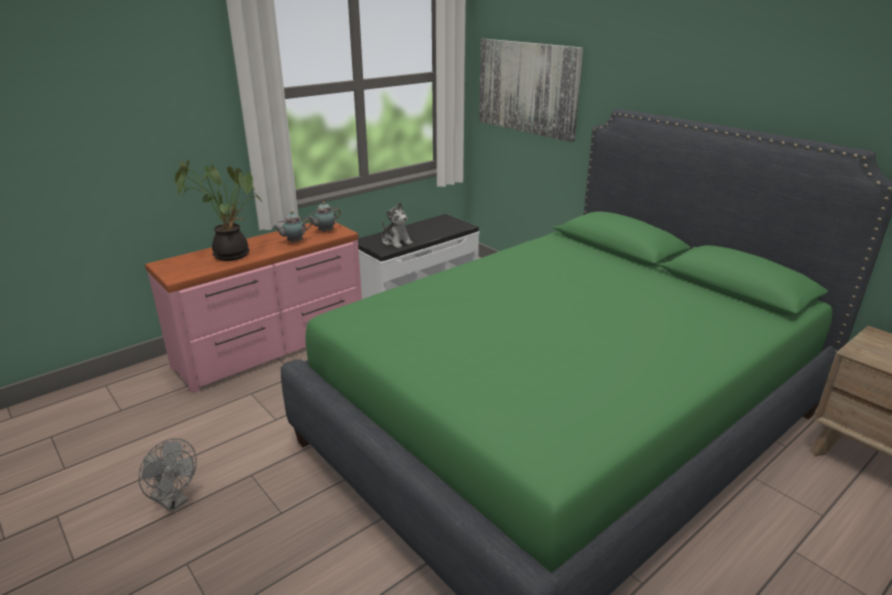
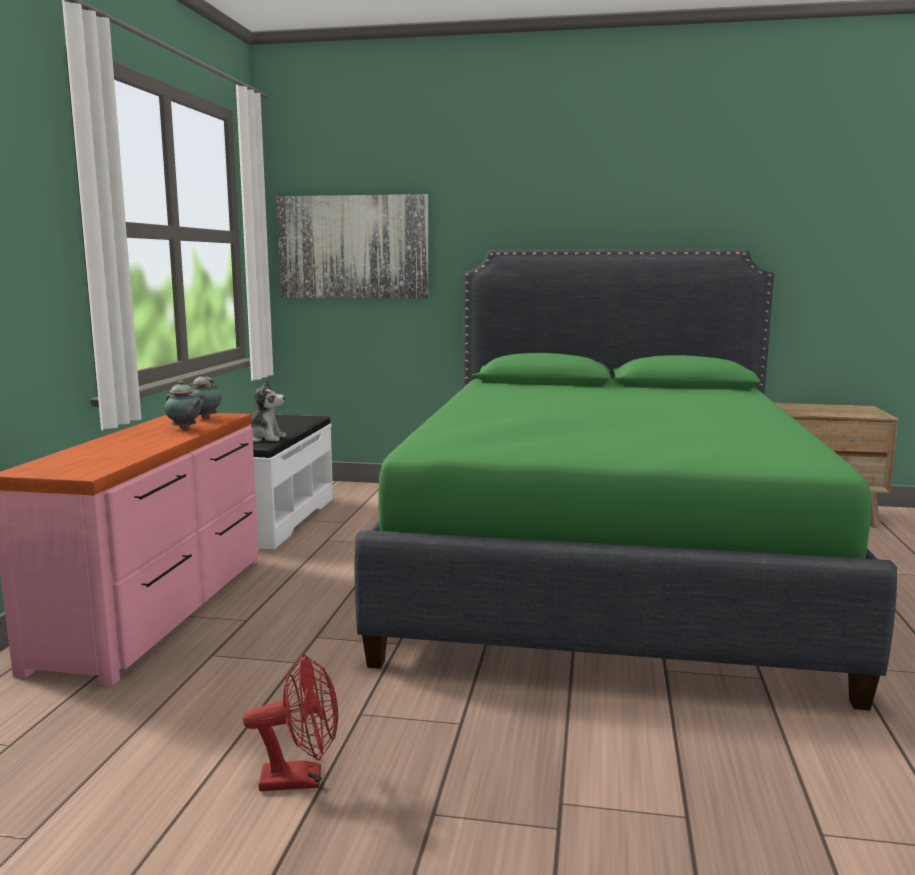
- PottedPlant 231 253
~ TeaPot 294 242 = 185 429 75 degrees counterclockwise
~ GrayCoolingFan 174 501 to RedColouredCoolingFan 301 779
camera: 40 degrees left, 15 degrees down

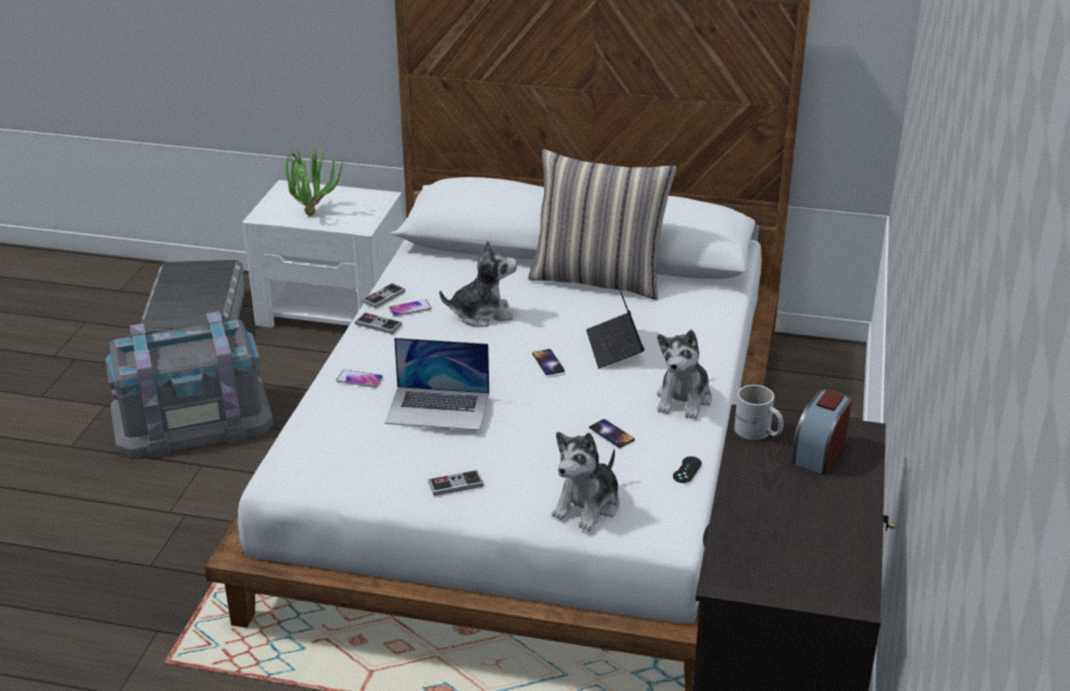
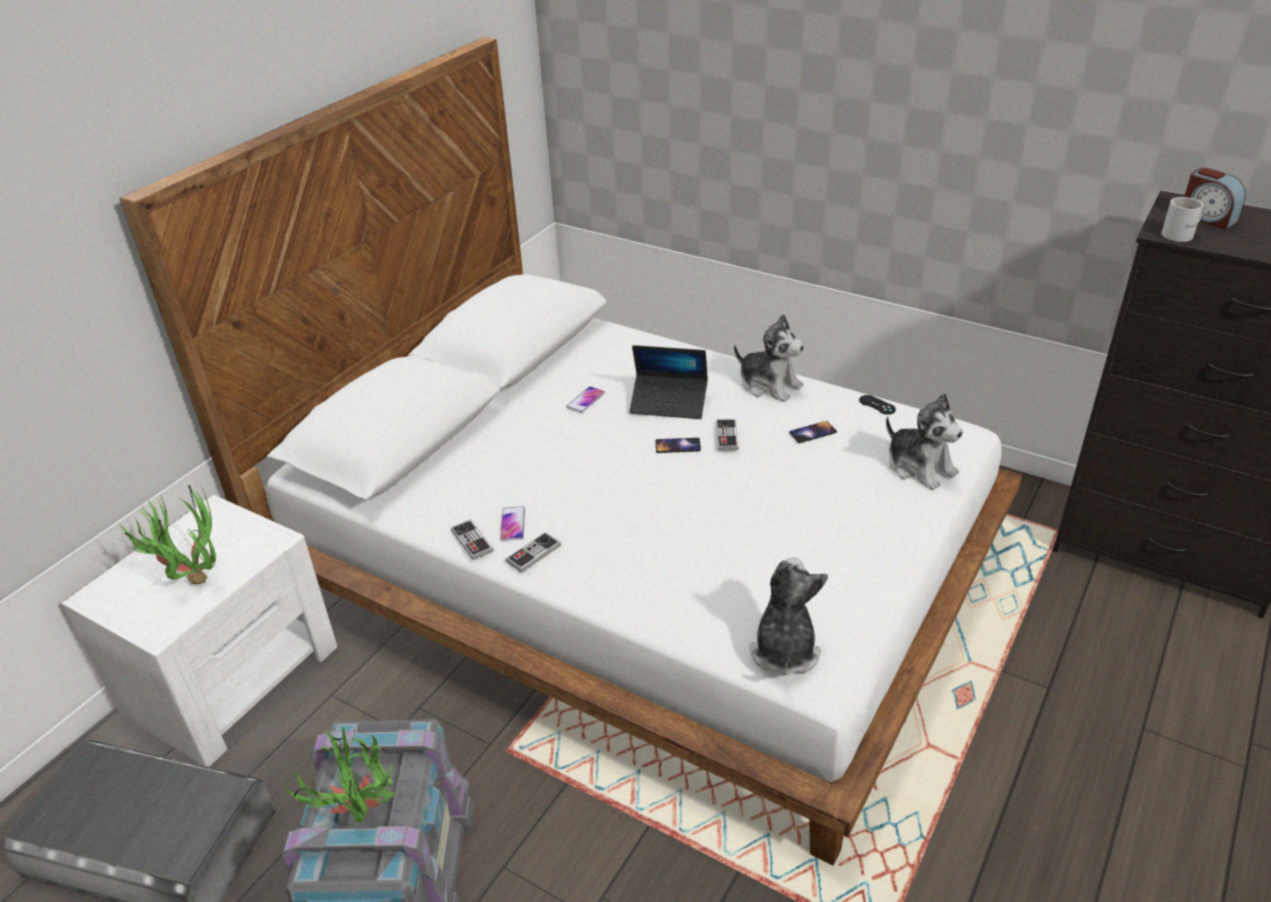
- Cushion 599 279
~ PlushToy 482 314 to 784 650
- Laptop 438 408
~ Handset 359 379 to 586 400
~ GameController 455 484 to 727 436
+ PottedPlant 363 821
camera: 70 degrees left, 5 degrees up

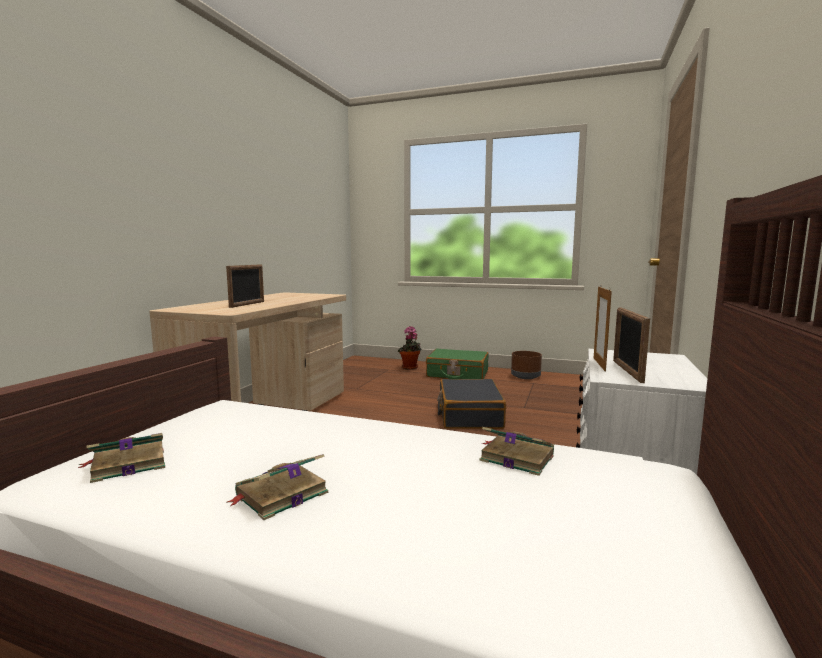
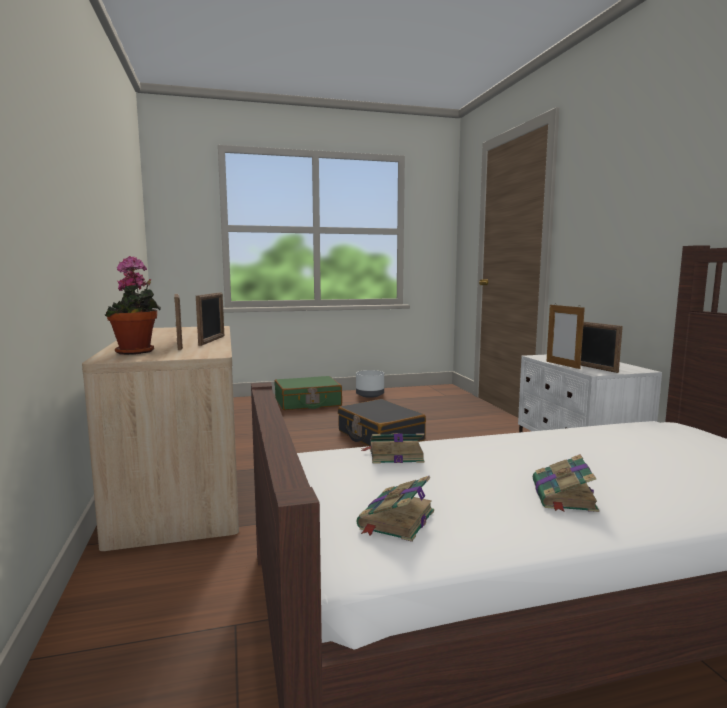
~ PottedPlant 410 368 to 137 352
~ BrownPlantPot 526 376 to WhitishPlantPot 370 395
~ Volume 515 457 to 394 455
+ PictureFrame 212 341
camera: 35 degrees left, 0 degrees up

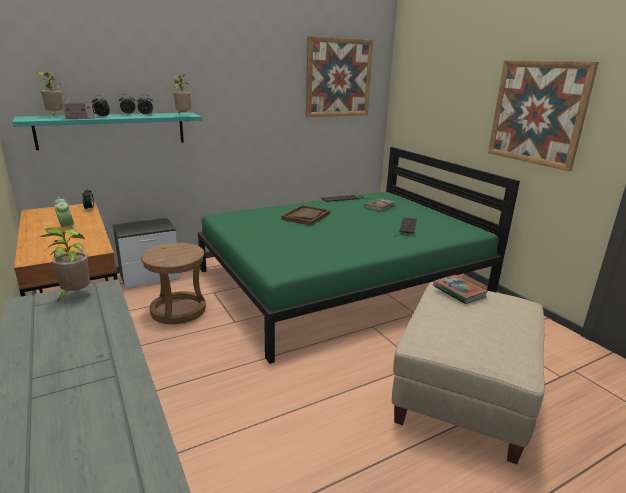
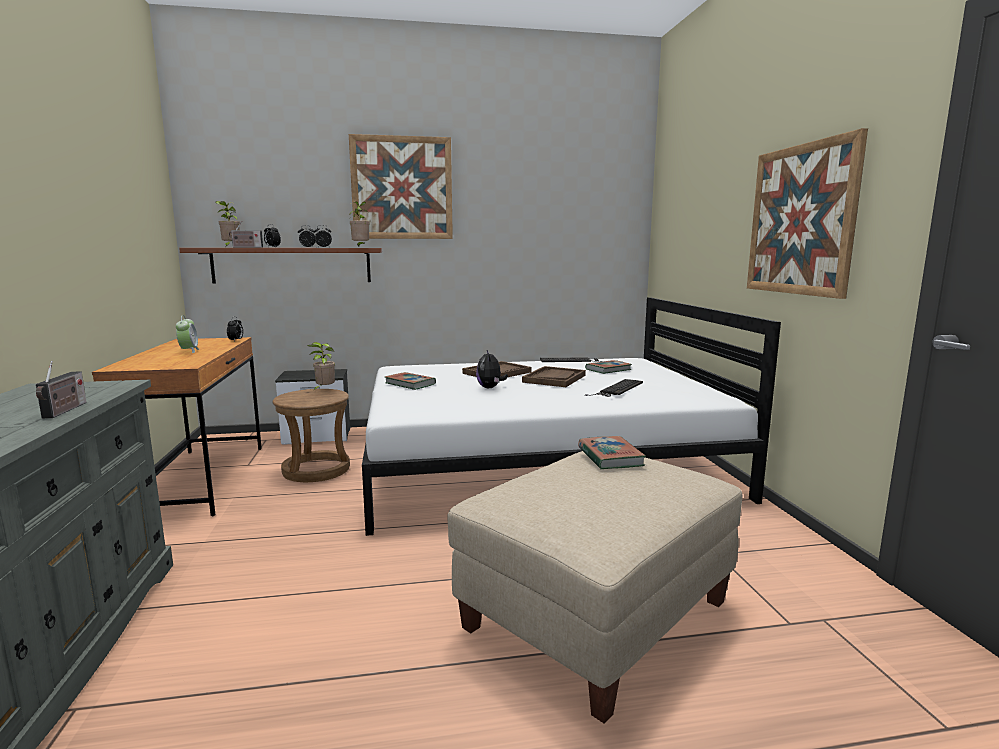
~ Picture 338 78 to 402 188
~ TurquoiseBracketShelf 112 130 to BrownBracketShelf 292 265
~ GreenColouredBed 343 281 to WhitishBed 540 464
~ PottedPlant 74 295 to 324 390
+ PlushToy 490 388
+ RadioReceiver 64 411
+ BrownCarryingTray 554 378
+ Volume 410 384
camera: 20 degrees right, 10 degrees down

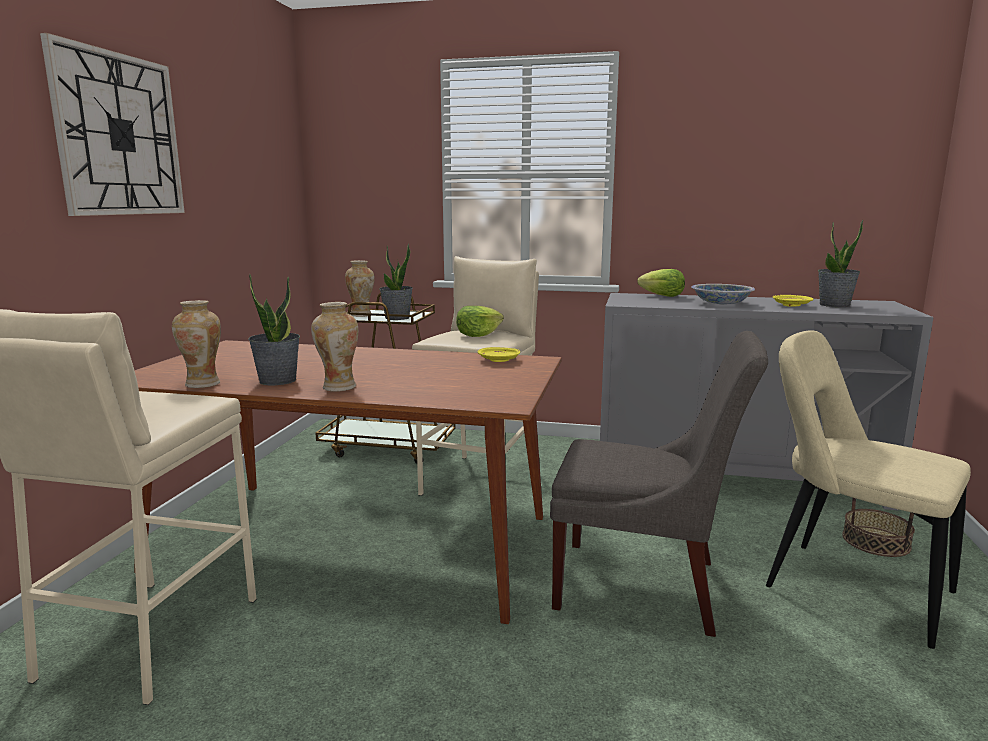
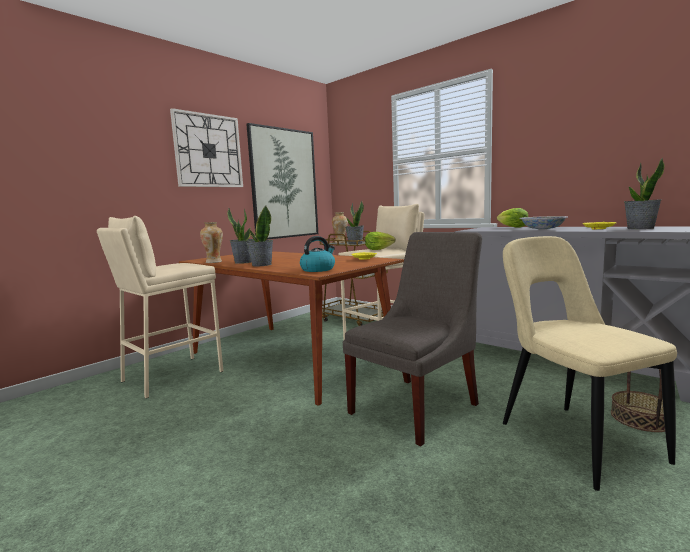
~ Vase 338 387 to PottedPlant 261 265
~ GrayChair 645 587 = 418 406 90 degrees counterclockwise
+ Picture 284 183
+ WaterKettle 318 269
camera: 30 degrees right, 5 degrees down

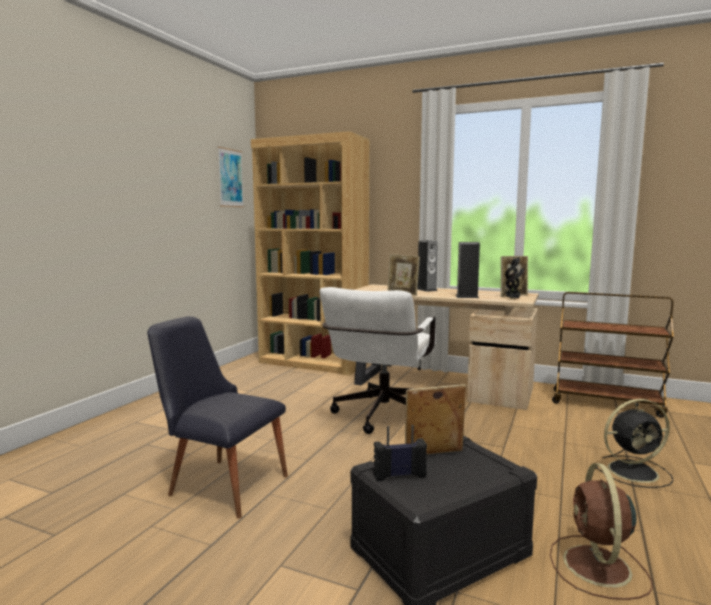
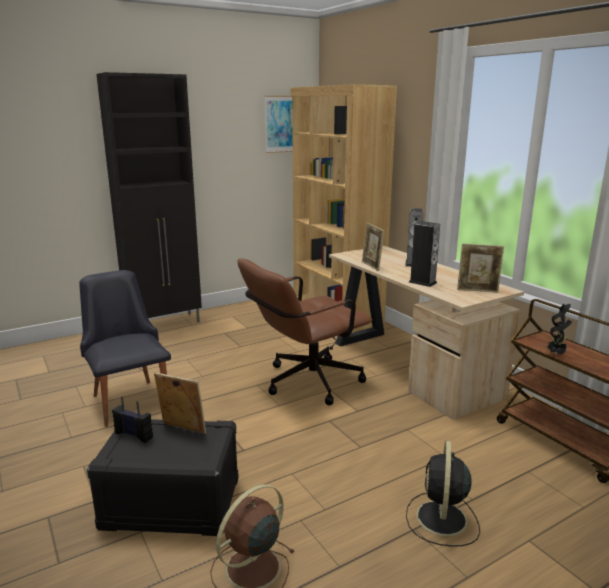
~ PottedPlant 513 299 to 556 354
~ WhitishDeskChair 380 417 to BrownDeskChair 305 383
~ BlackishCoolingFan 635 471 = 441 520 75 degrees clockwise
+ BlackishCupboard 165 324
camera: 35 degrees right, 10 degrees up

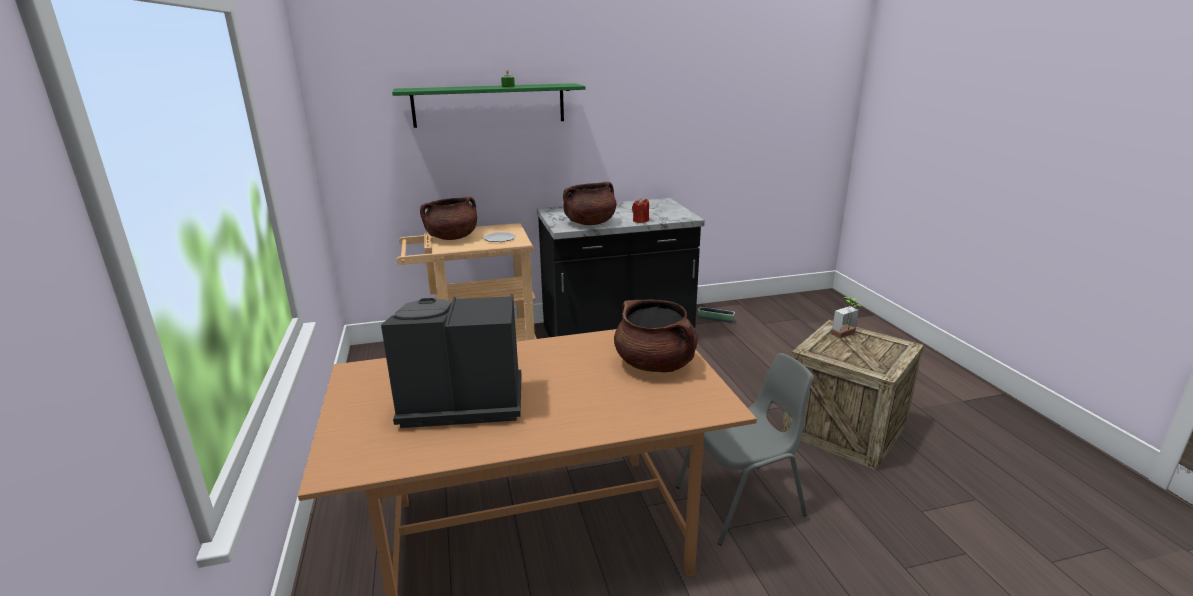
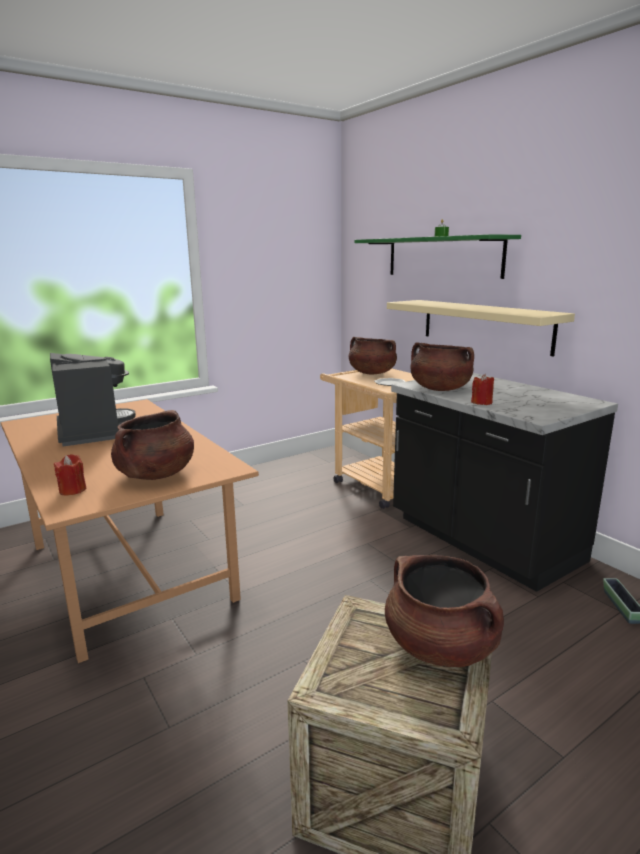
~ PottedPlant 847 335 to BrownStockpot 441 646
- GrayChair 742 501
+ SandColouredBracketShelf 484 325
+ RedColouredWaxLight 72 490
camera: 70 degrees right, 5 degrees down

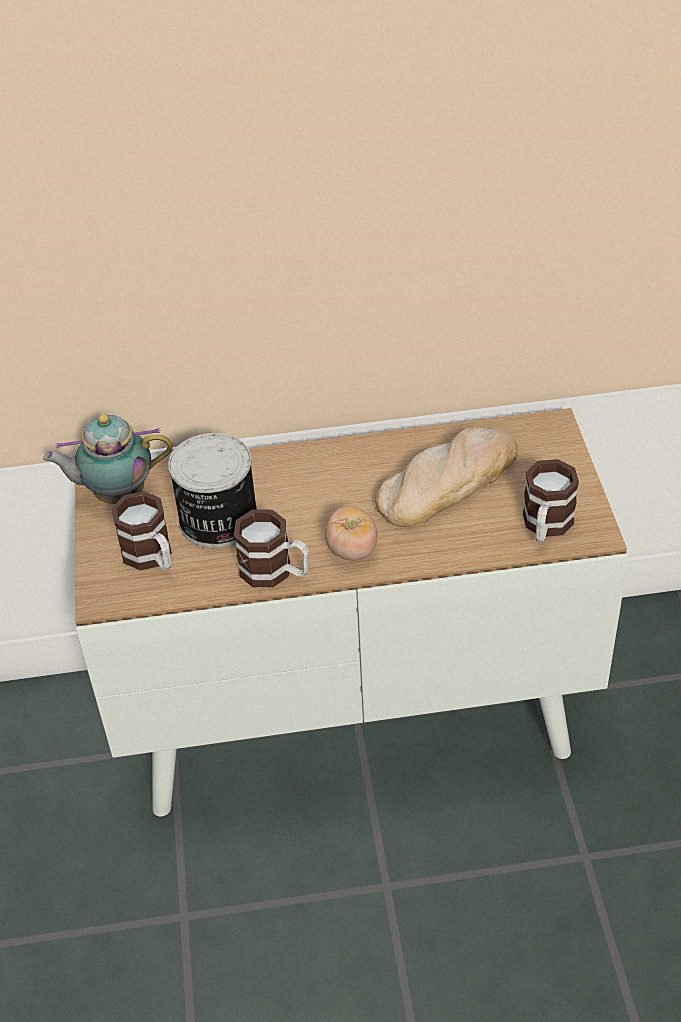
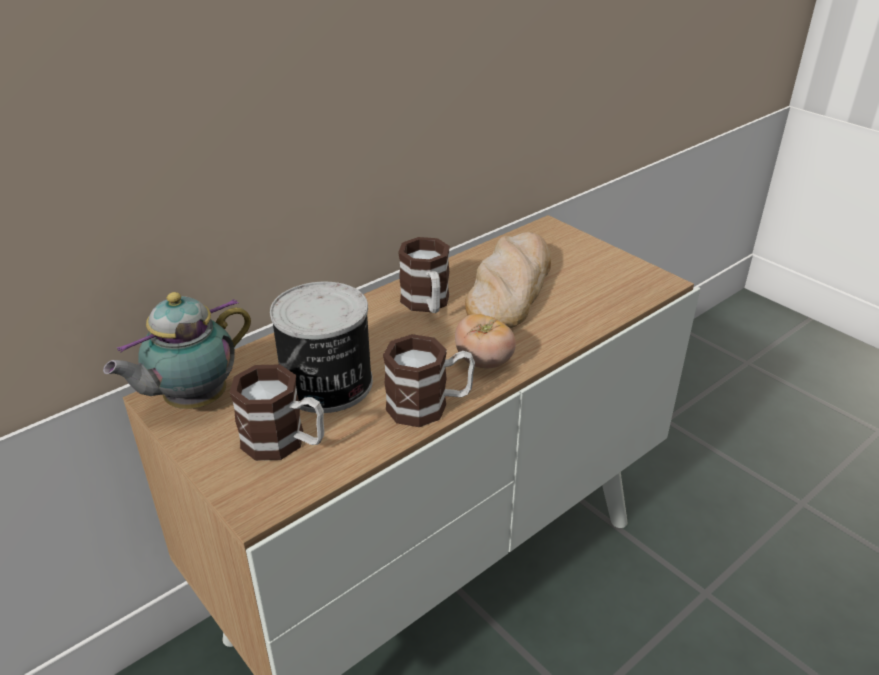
~ CoffeeMug 545 526 to 427 304
camera: 35 degrees left, 10 degrees down

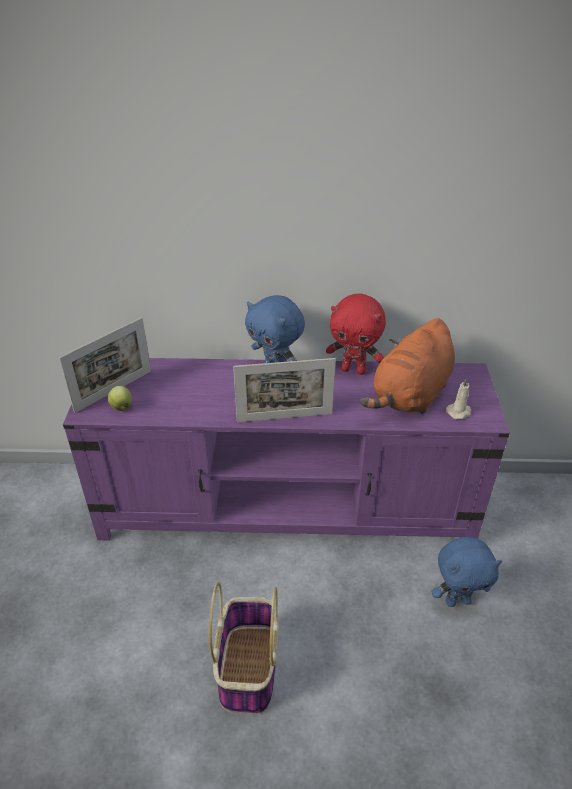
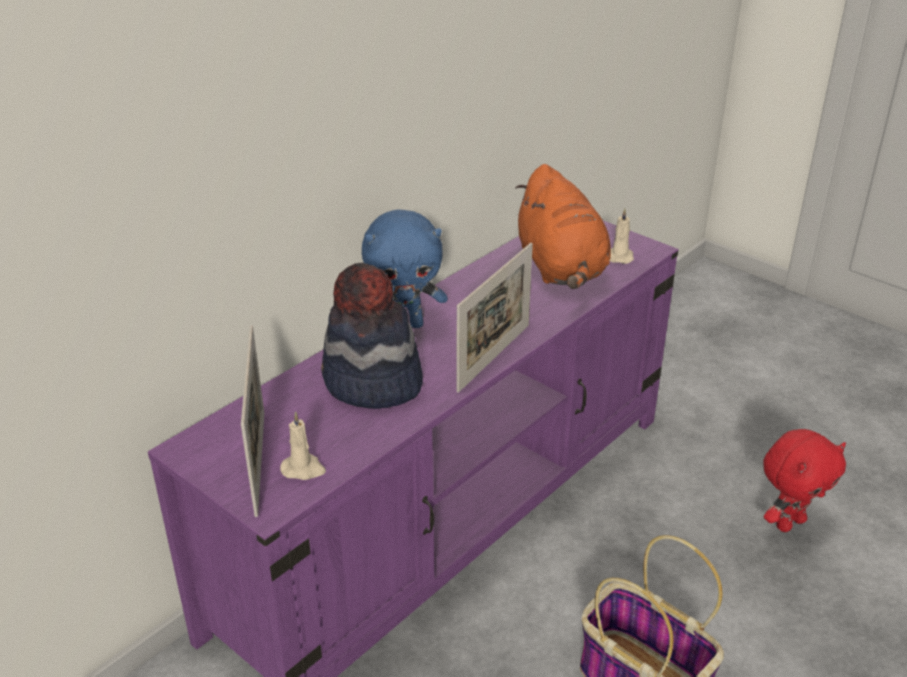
~ RedColouredPlushToy 354 370 to 789 522
~ Apple 121 407 to SandColouredWaxLight 303 469
- BluePlushToy 457 600
+ WearableHat 372 383
camera: 50 degrees left, 5 degrees down

